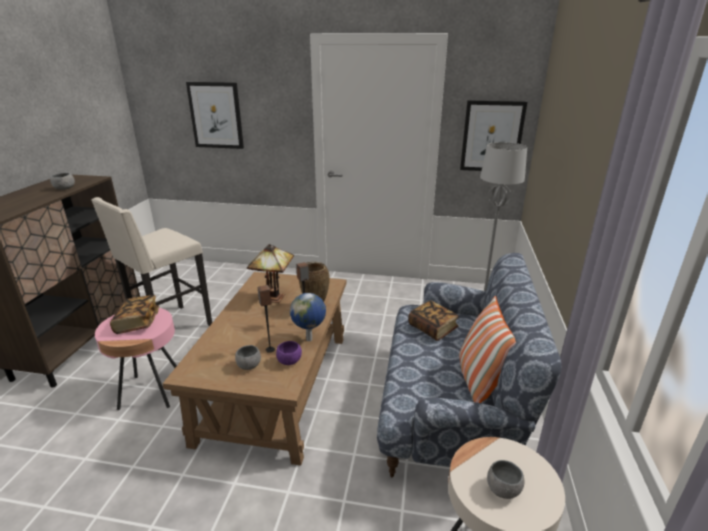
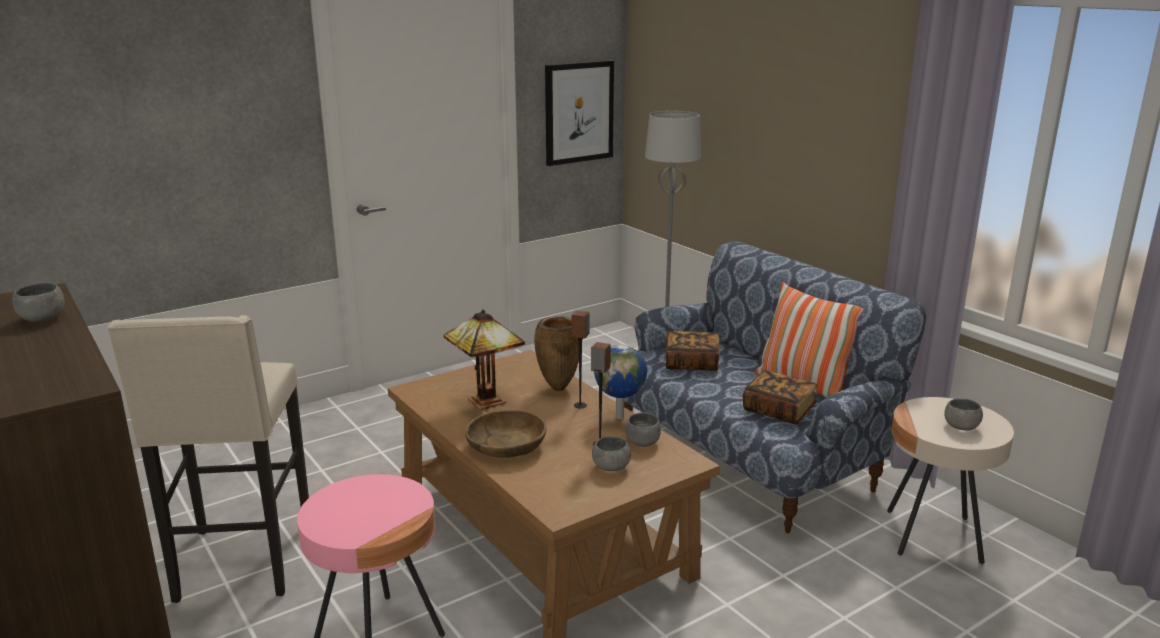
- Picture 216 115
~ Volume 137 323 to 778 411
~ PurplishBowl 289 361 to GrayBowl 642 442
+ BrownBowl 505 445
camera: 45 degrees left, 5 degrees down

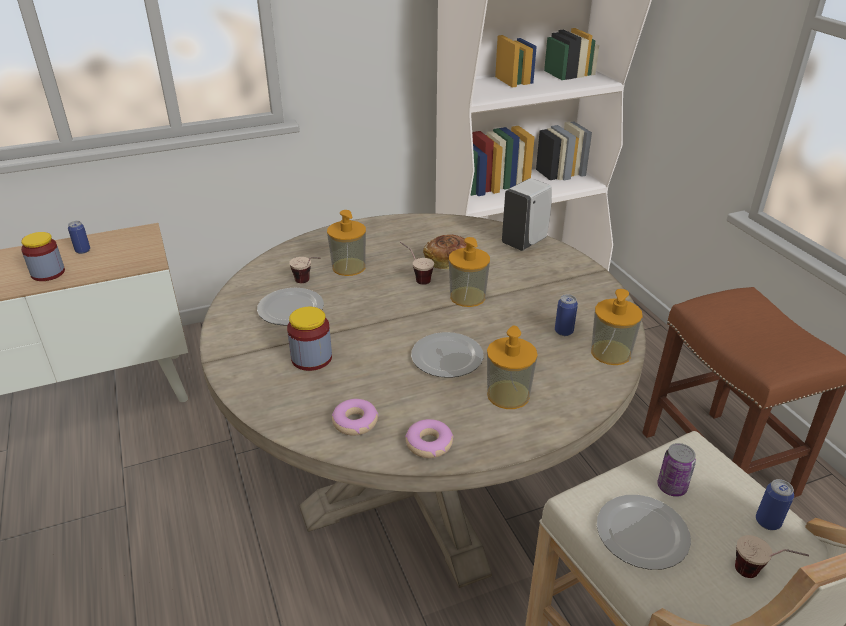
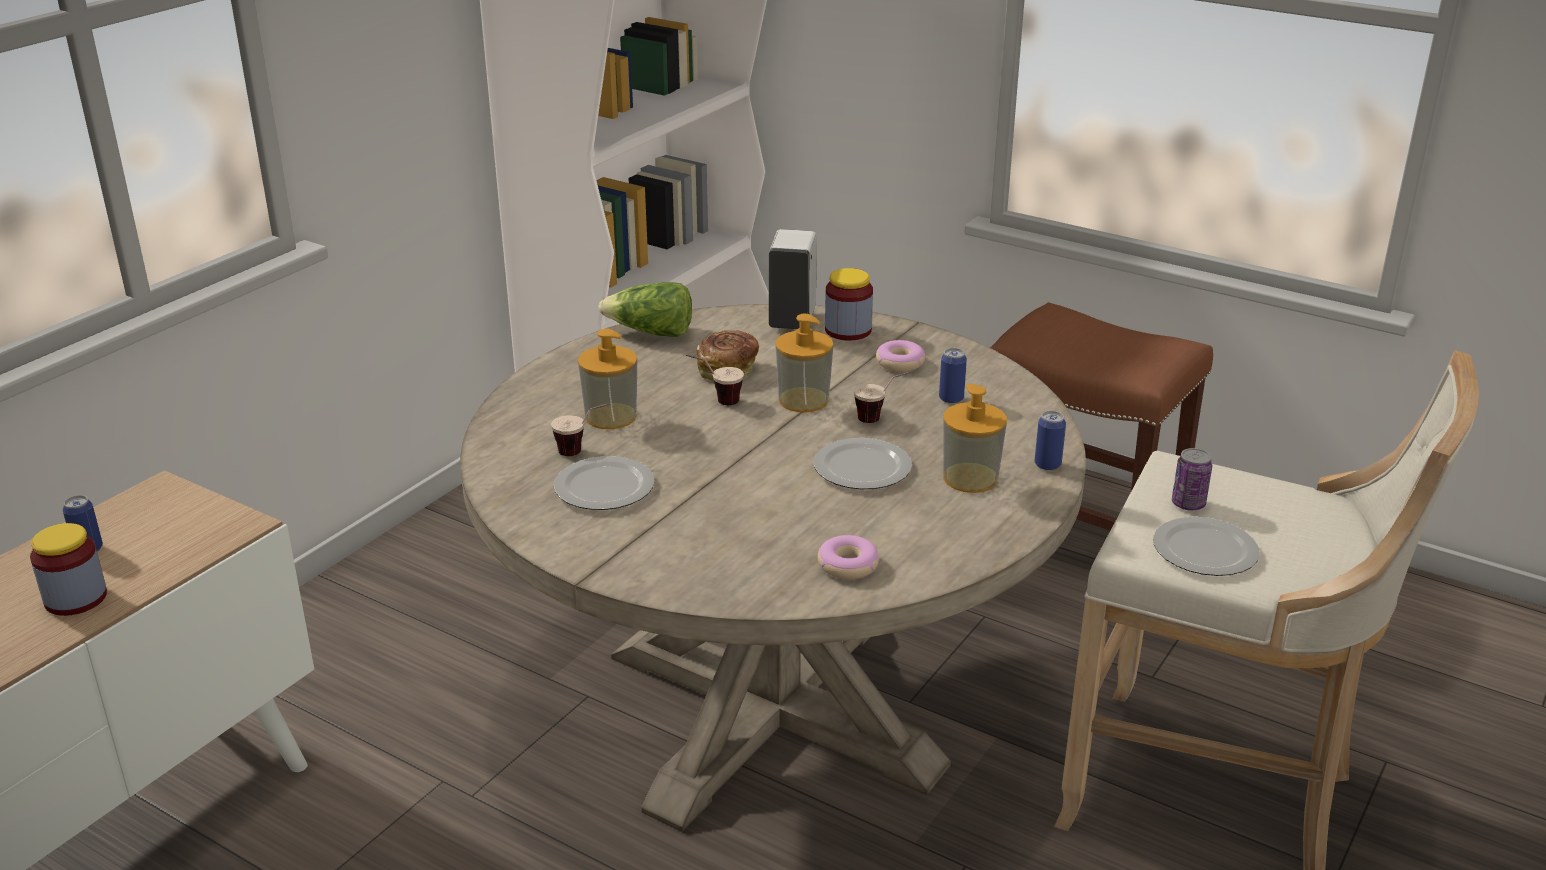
- LiquidSoapBottle 610 352
~ StorageJar 311 358 to 848 330
~ Doughnut 429 444 to 900 363
~ SealedCan 767 522 to 1047 465
~ DrinkingCup 760 575 to 881 418
+ LettuceHead 651 333
camera: 35 degrees left, 5 degrees down

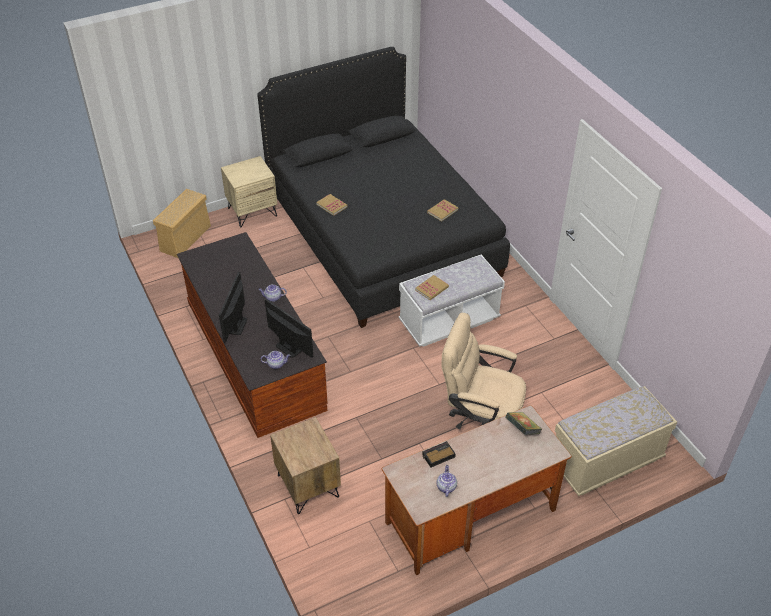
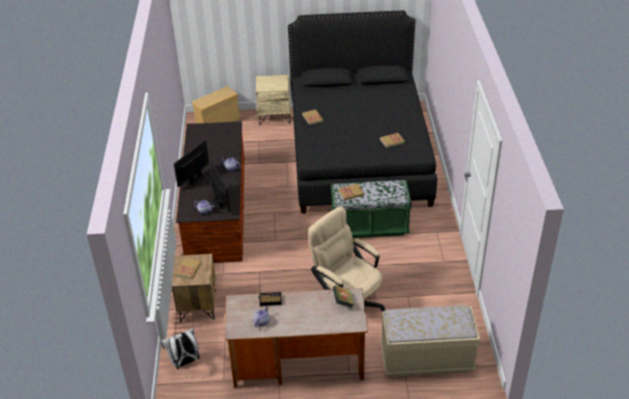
~ WhitishIndoorBench 449 321 to GreenColouredIndoorBench 369 227
+ Volume 188 269
+ WhitishBackpack 184 362
camera: 25 degrees right, 5 degrees down

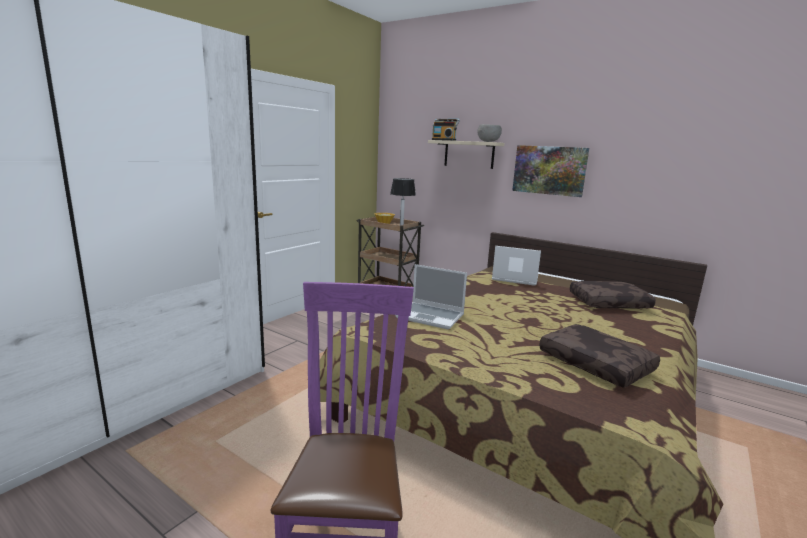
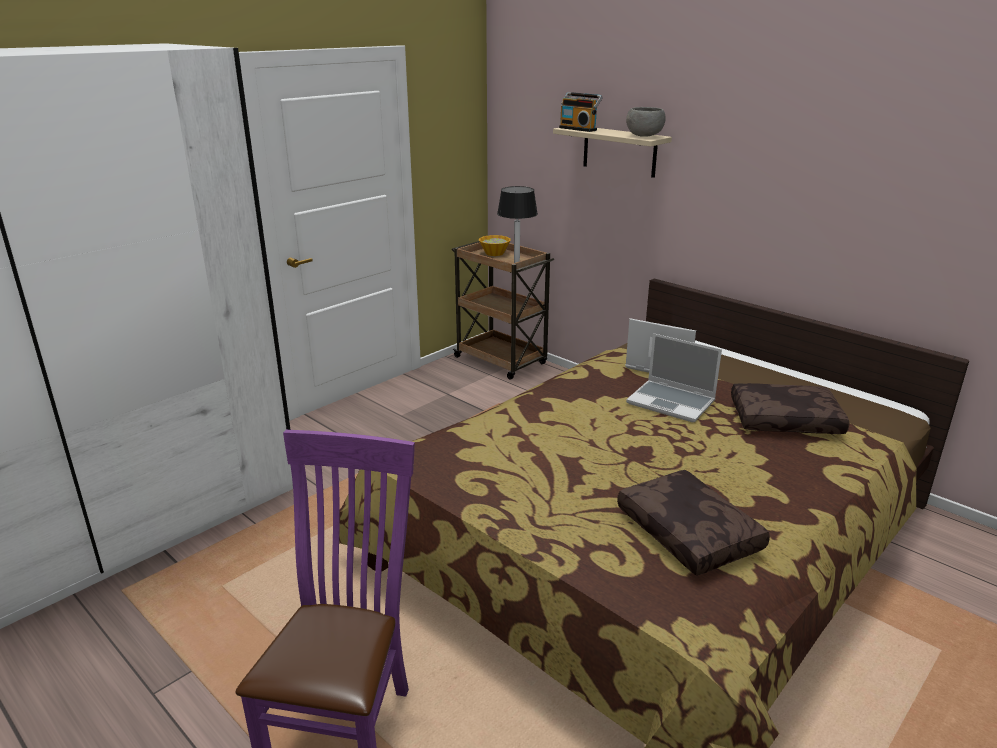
- Picture 549 170
~ Laptop 431 316 to 672 402
camera: 10 degrees right, 10 degrees up

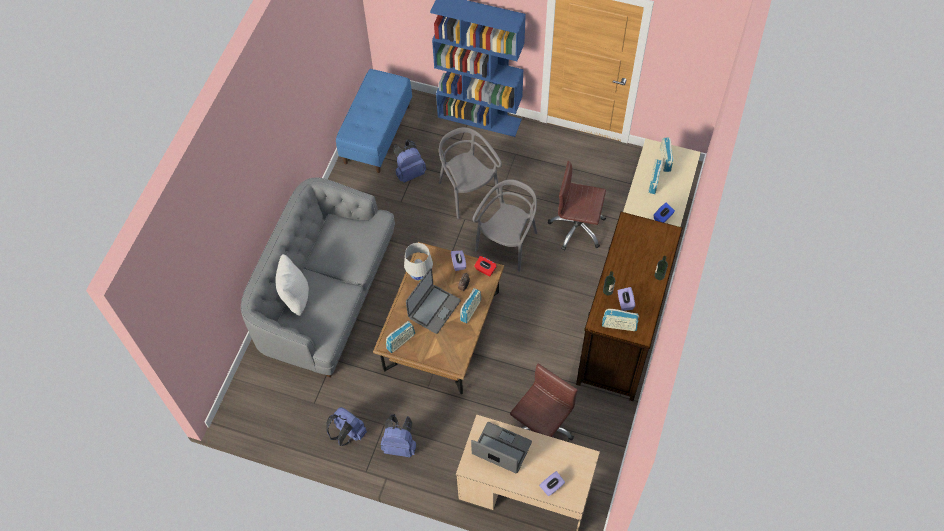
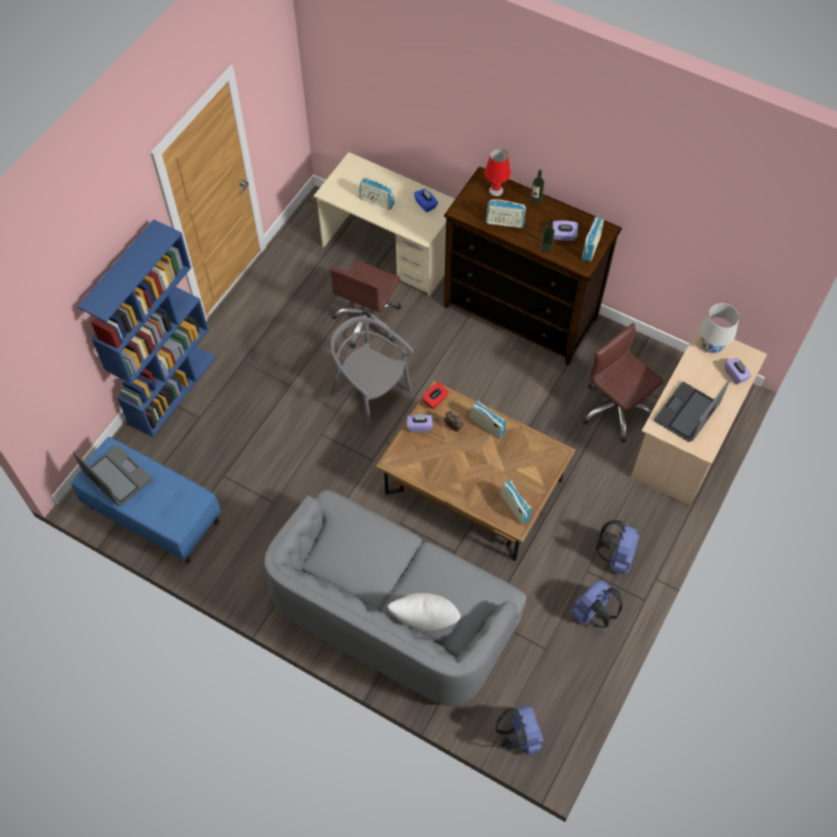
- GrayChair 467 192
~ RadioReceiver 665 160 to 504 222
~ BlueBackpack 409 172 to 519 736
~ WhitishTableLamp 419 274 to 711 345
~ Laptop 434 309 to 117 477
+ RedColouredTableLamp 496 190
camera: 80 degrees left, 0 degrees up

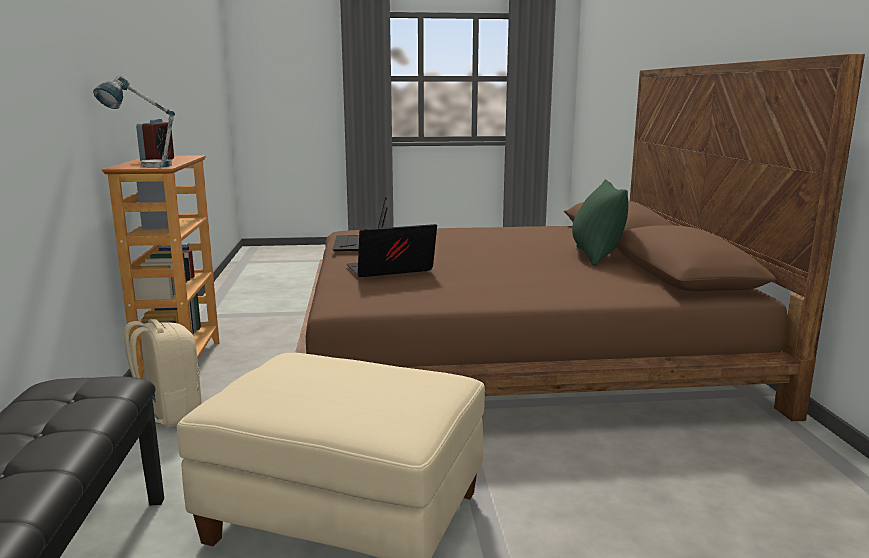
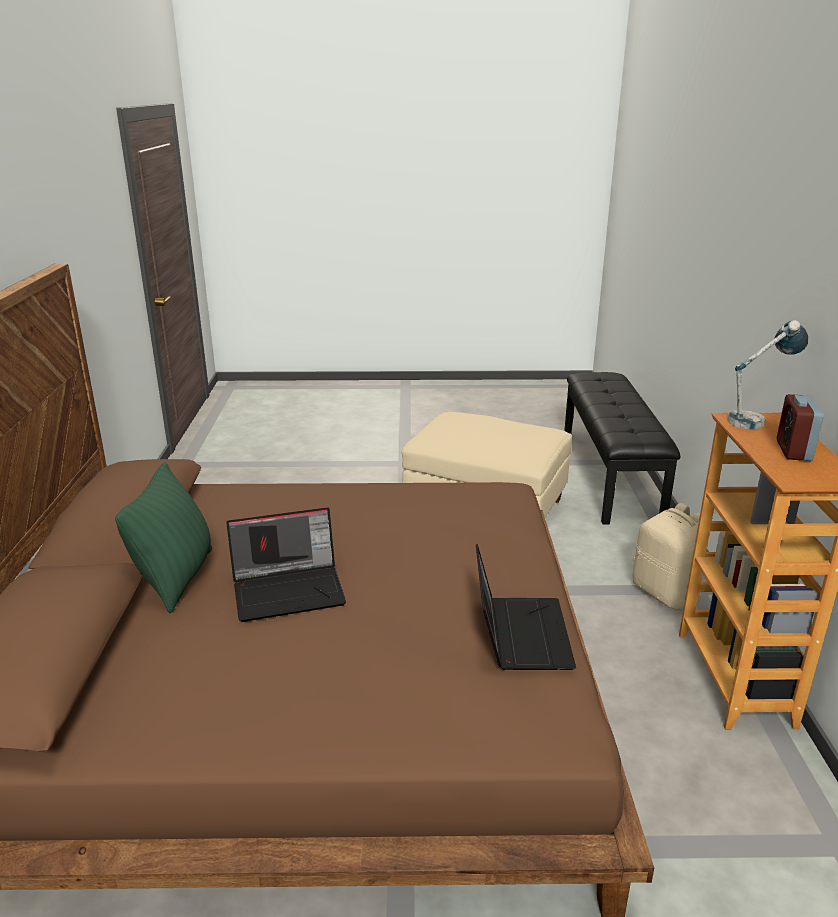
~ Laptop 389 270 to 290 589
camera: 175 degrees left, 10 degrees up

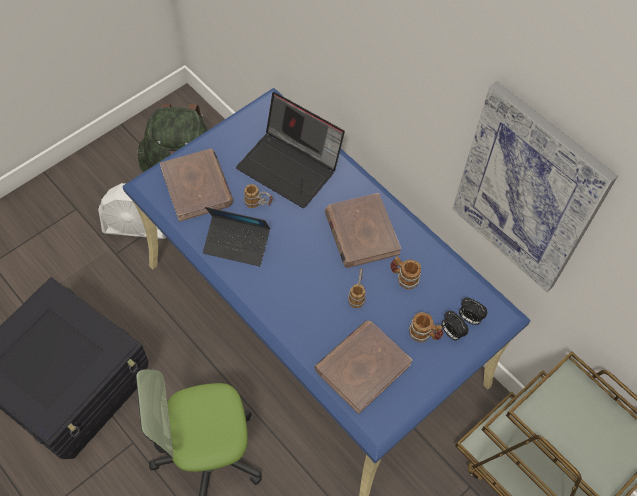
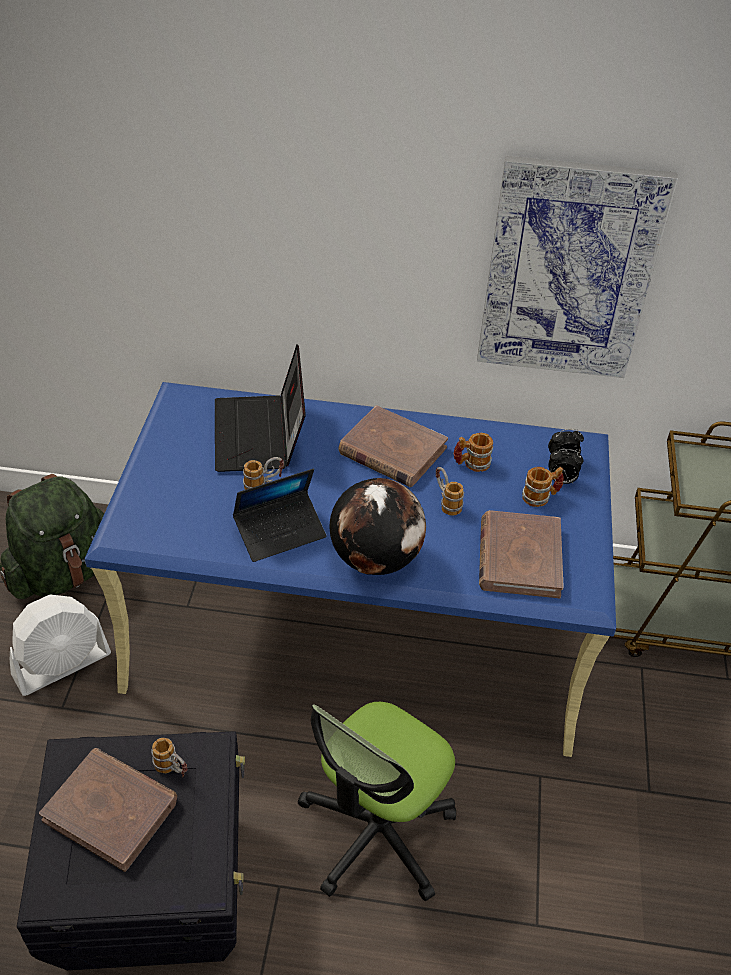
~ Laptop 290 166 = 260 435 90 degrees clockwise
~ BrownVolume 197 187 to 111 810
+ DeskGlobe 375 558
+ CoffeeMug 173 770
camera: 40 degrees left, 15 degrees down

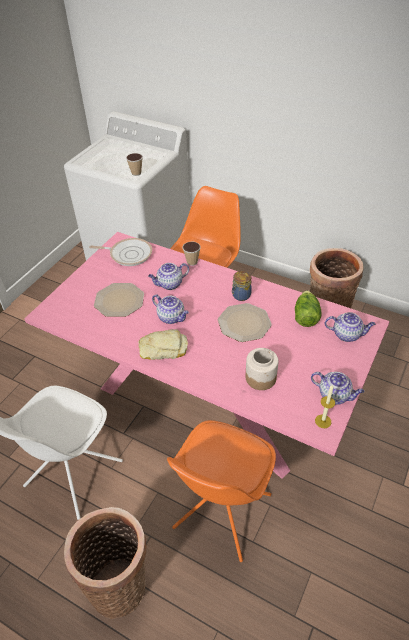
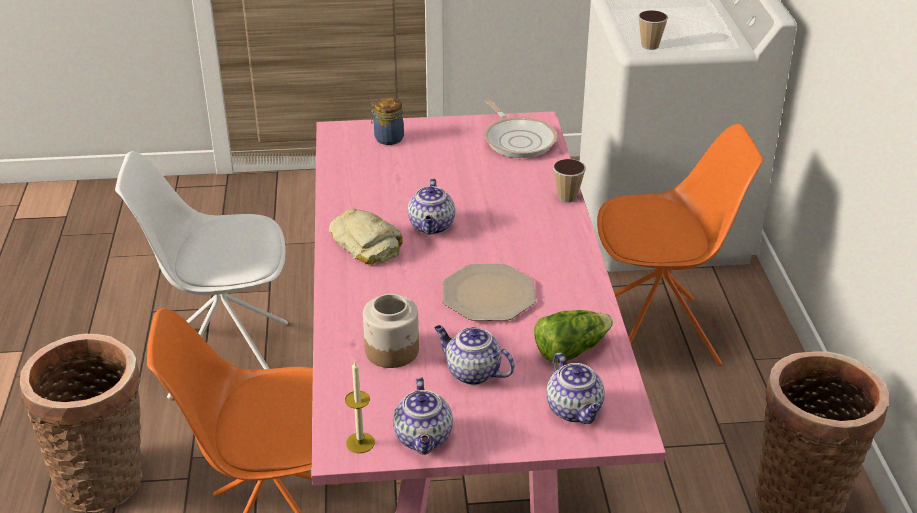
~ TeaPot 169 284 to 472 372
~ StorageJar 240 295 to 387 138
- FlatDish 119 300
camera: 55 degrees right, 10 degrees down

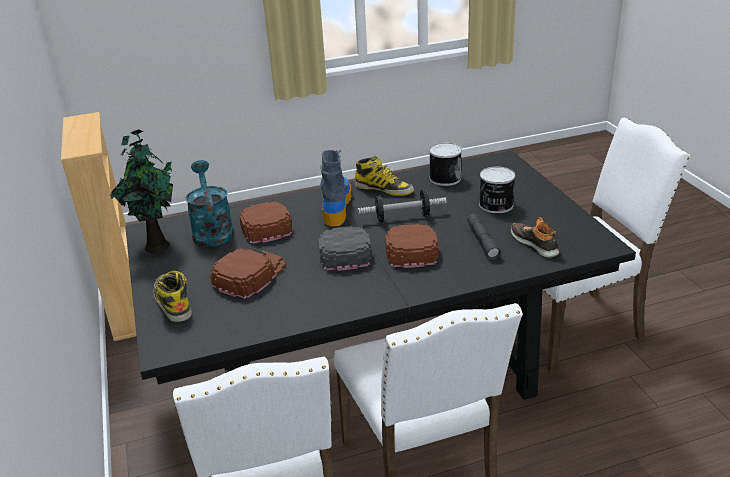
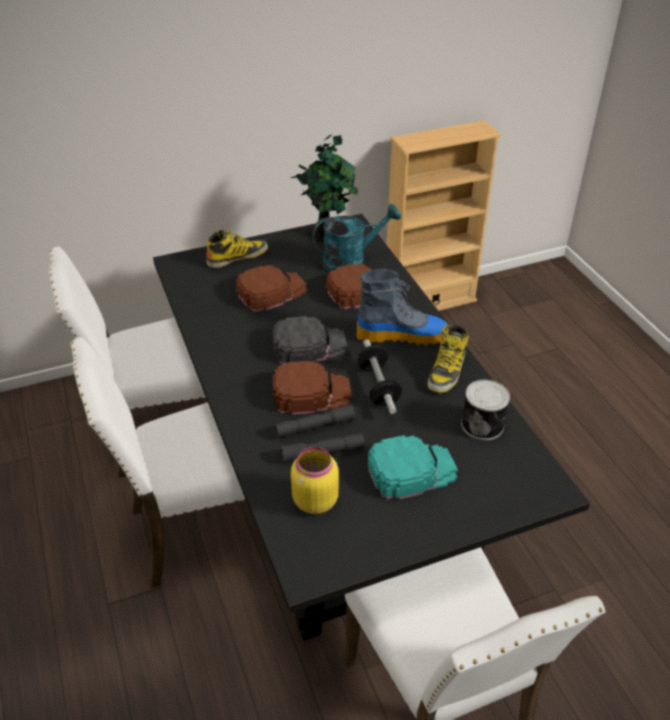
~ SealedCan 495 205 to TurquoiseCap 411 470
~ ItemOfFootwear 535 244 to YellowColouredStorageJar 314 500
~ BrownCap 249 275 = 271 291 60 degrees counterclockwise
+ GrayFlashlight 315 426
camera: 85 degrees right, 10 degrees up

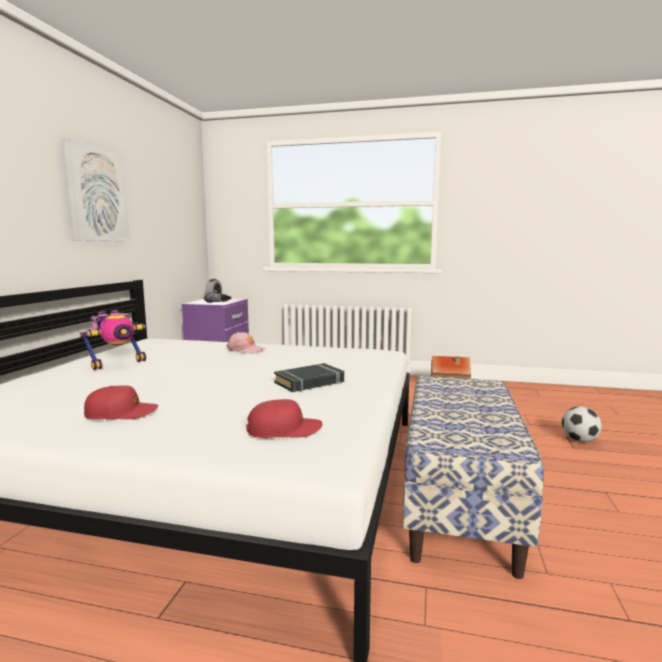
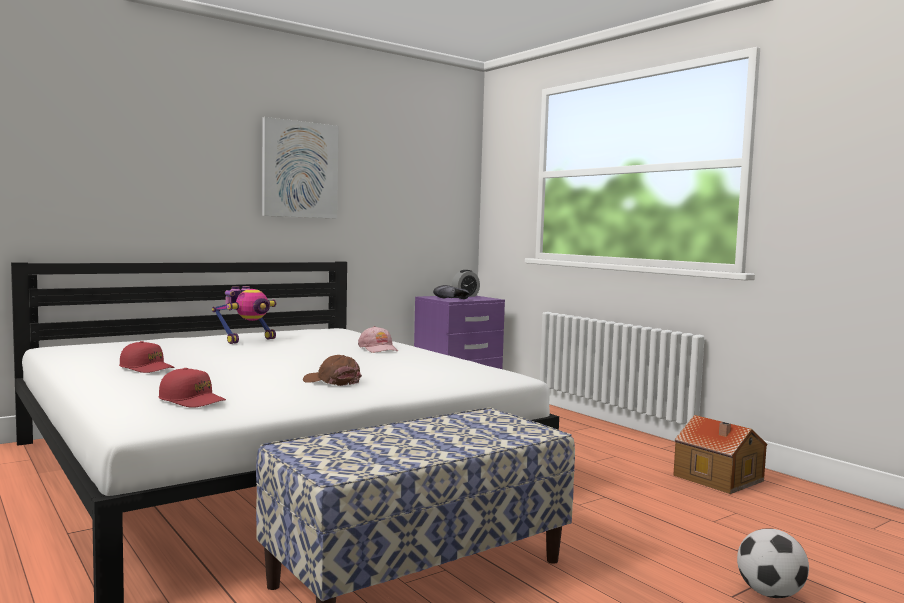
~ RobotFigure 117 363 = 248 340 45 degrees counterclockwise
~ BlackishVolume 309 382 to BrownCap 332 381
camera: 40 degrees right, 5 degrees down

